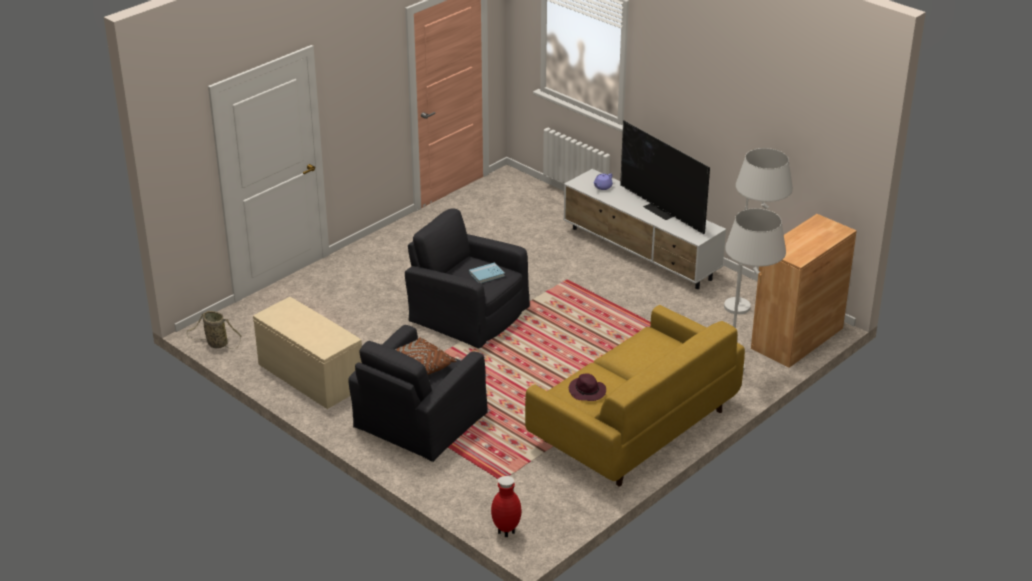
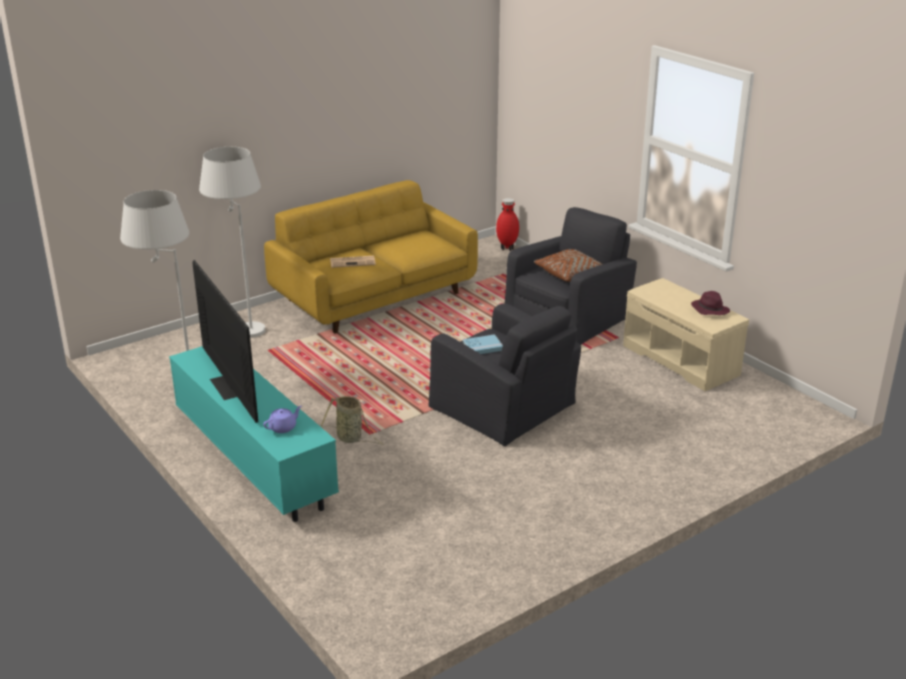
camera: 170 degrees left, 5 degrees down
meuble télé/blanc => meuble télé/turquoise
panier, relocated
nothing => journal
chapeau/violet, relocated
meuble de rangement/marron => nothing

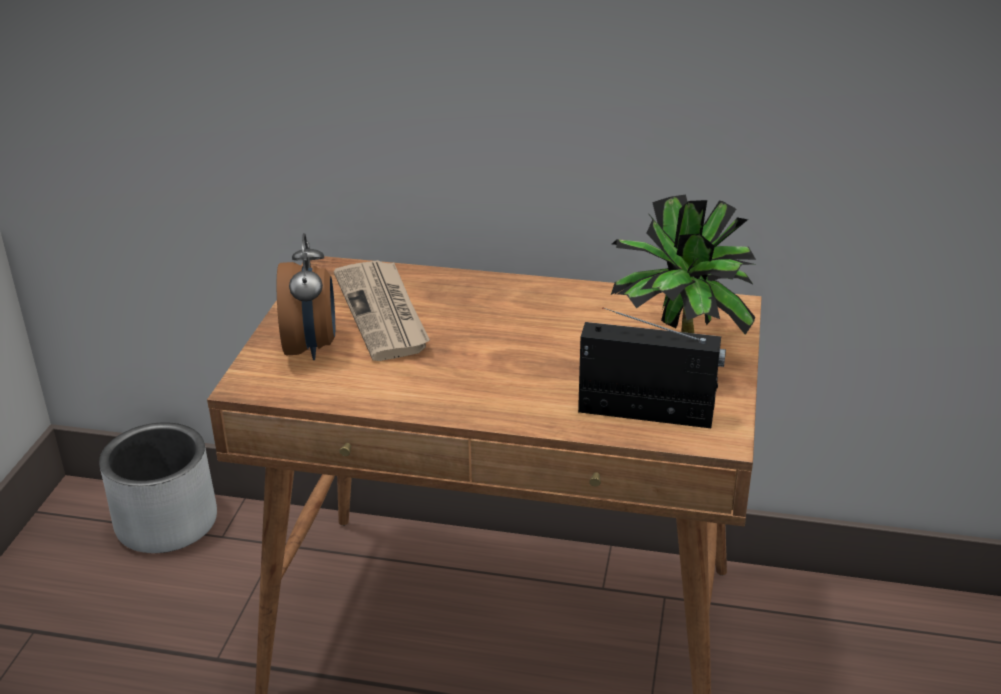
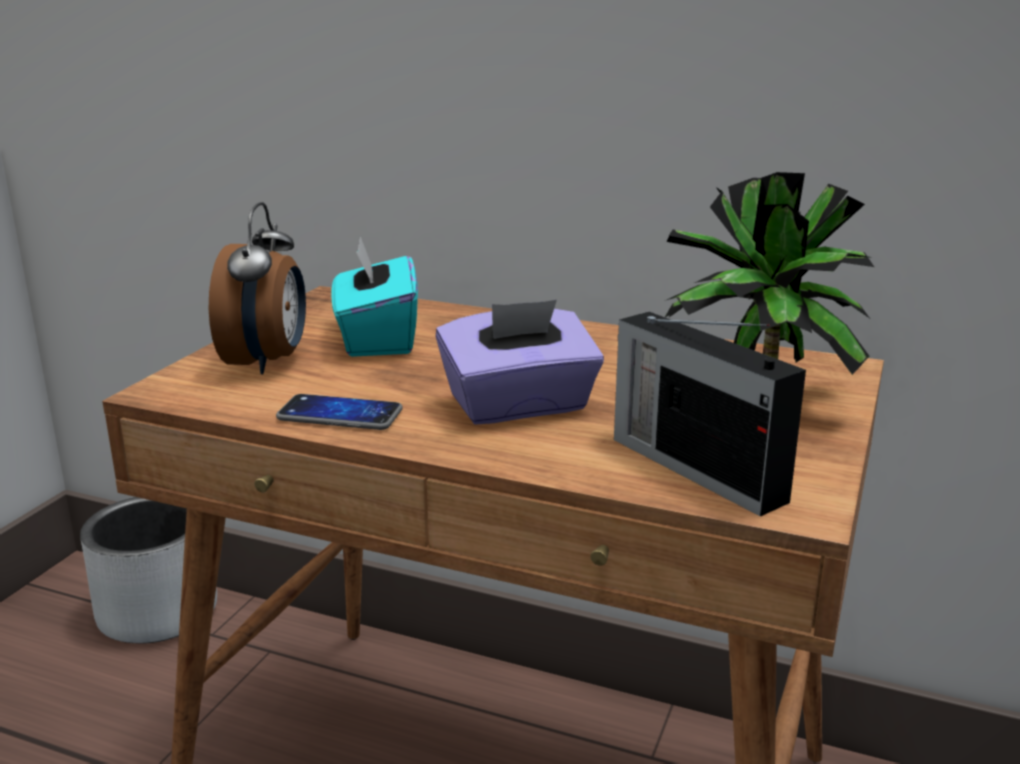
camera: 10 degrees right, 10 degrees down
nothing => téléphone
journal => boîte à mouchoirs/turquoise
nothing => boîte à mouchoirs/violet
radio, 150 degrees counterclockwise

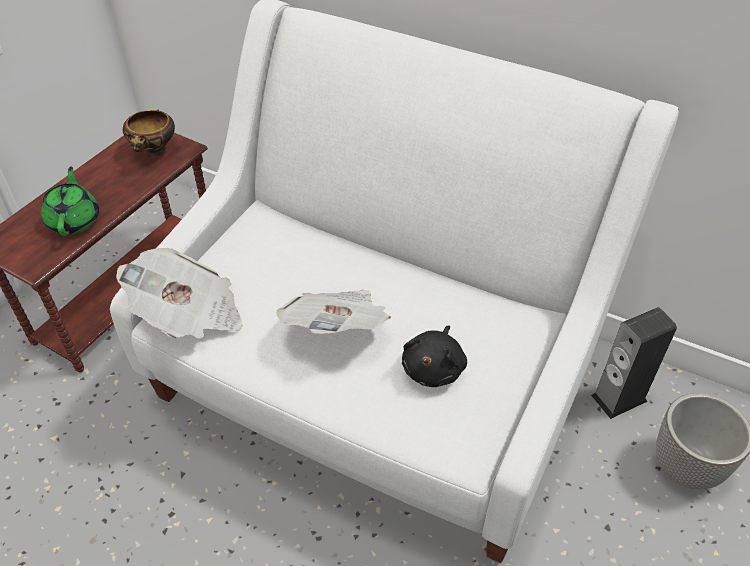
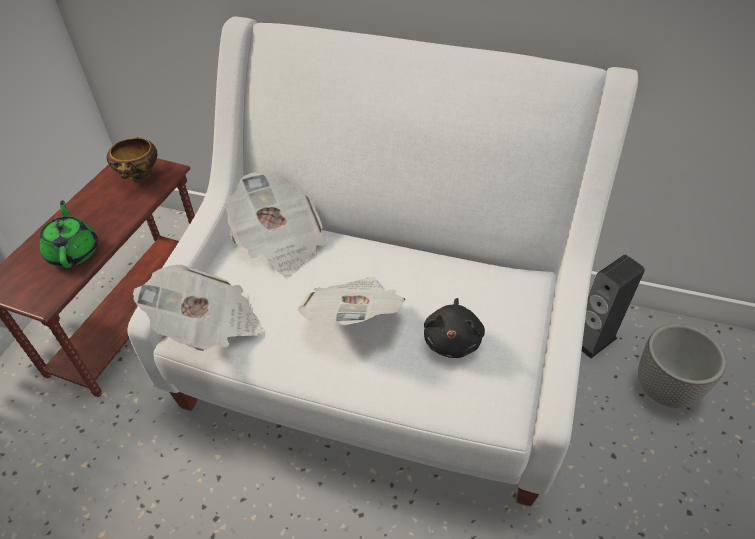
camera: 10 degrees left, 0 degrees up
nothing => journal (no. 2 from left)

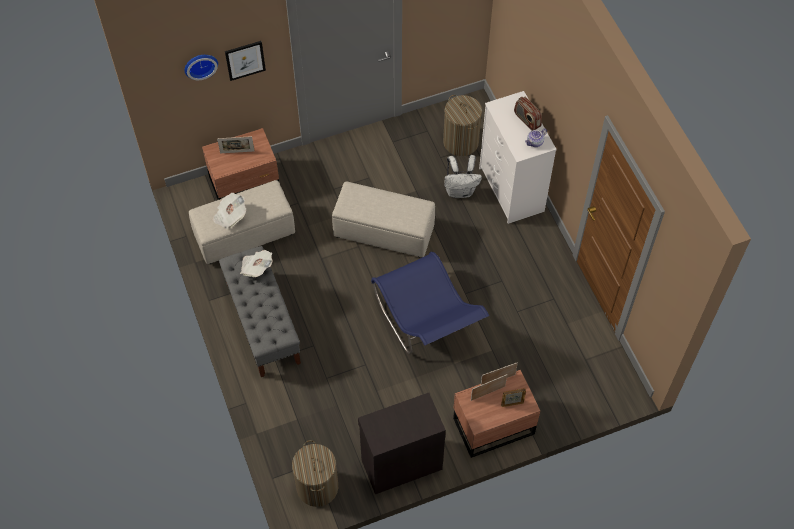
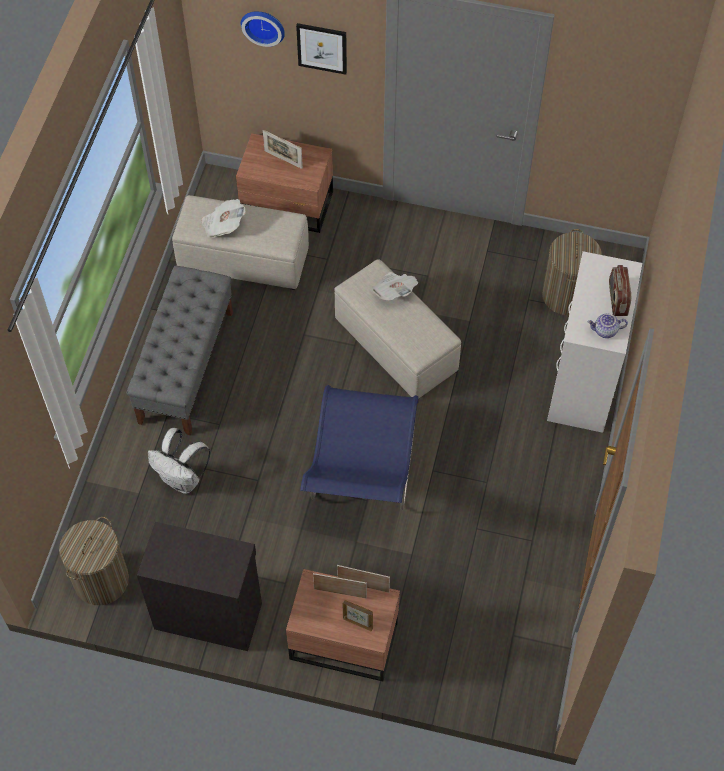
camera: 35 degrees right, 0 degrees up
sac à dos/blanc, relocated
journal (no. 2 from left), relocated

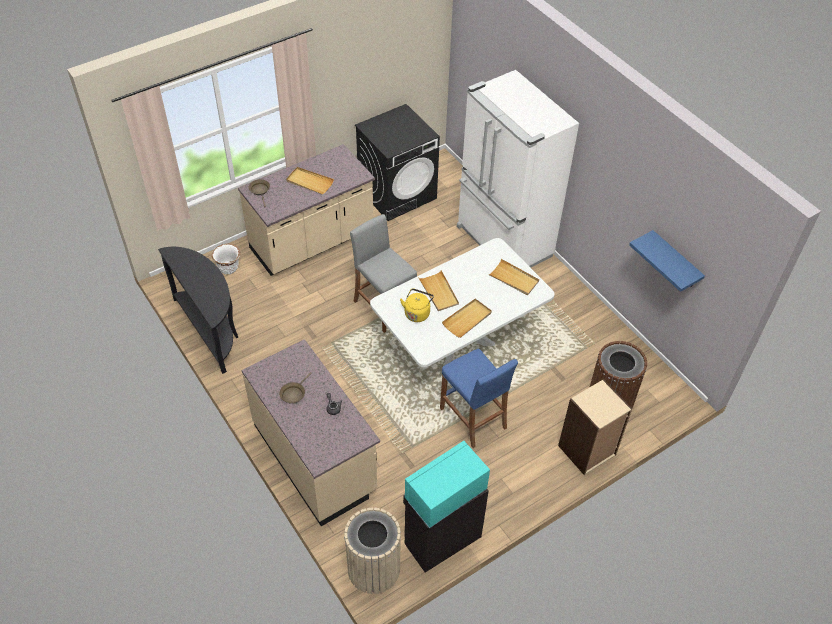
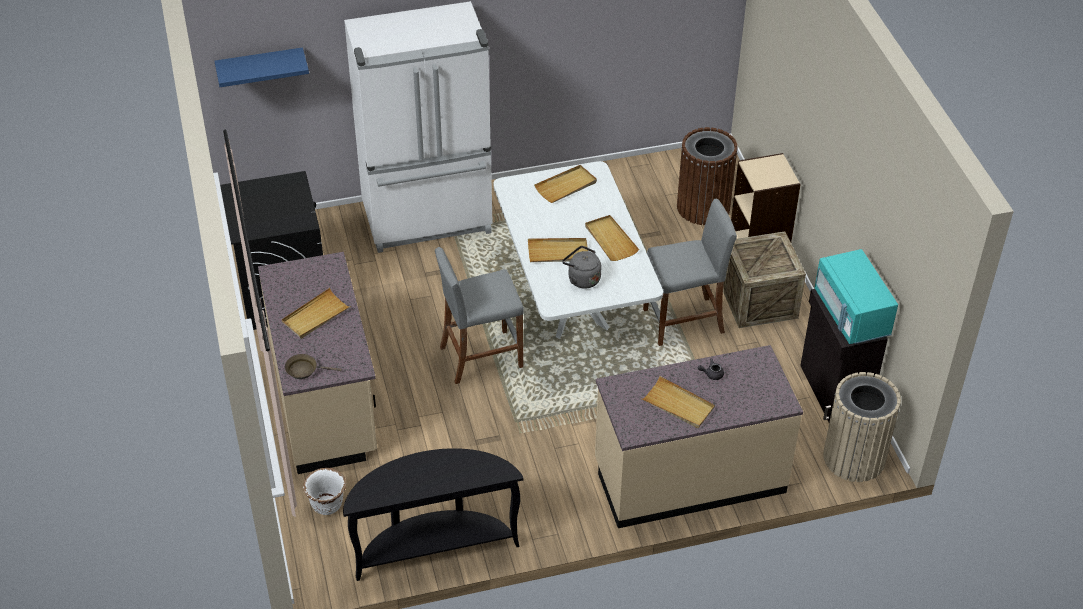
camera: 70 degrees left, 5 degrees down
étagère/bleu, relocated
bouilloire/jaune => bouilloire/gris
poêle/marron (no. 2 from left) => plateau/beige (no. 5 from left)
tabouret/bleu => tabouret/gris (no. 2 from left)
nothing => caisse

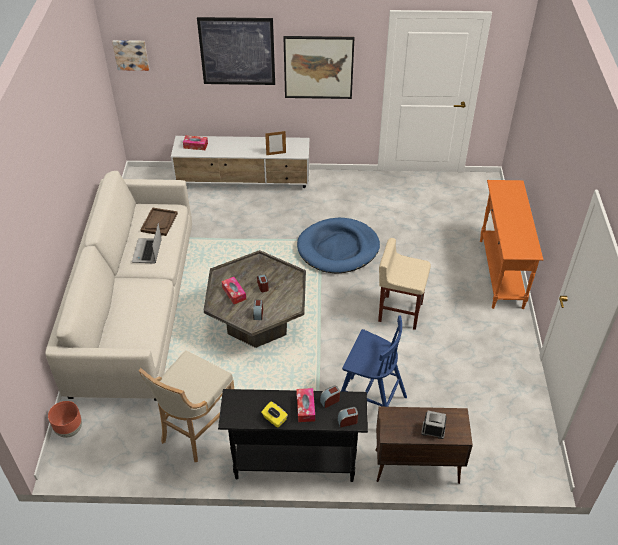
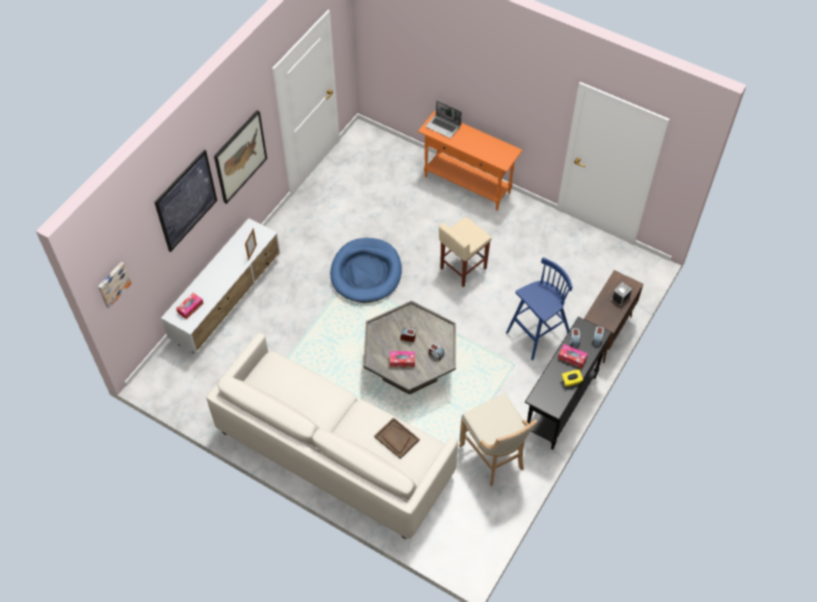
camera: 60 degrees left, 10 degrees up
plateau/marron, relocated
ordinateur portable, relocated
cache-pot/marron => nothing

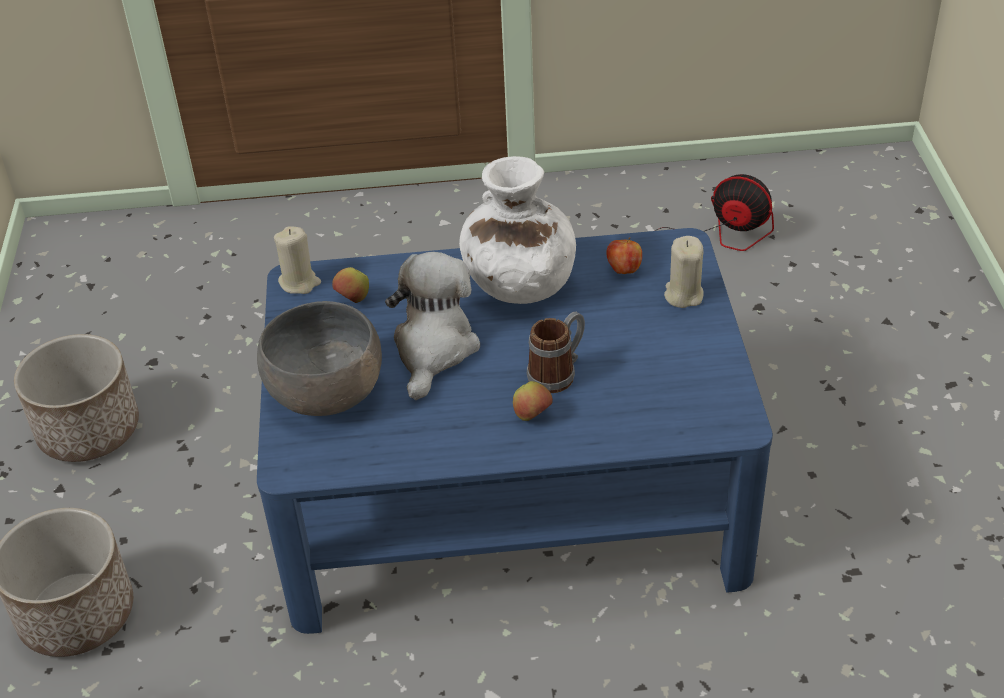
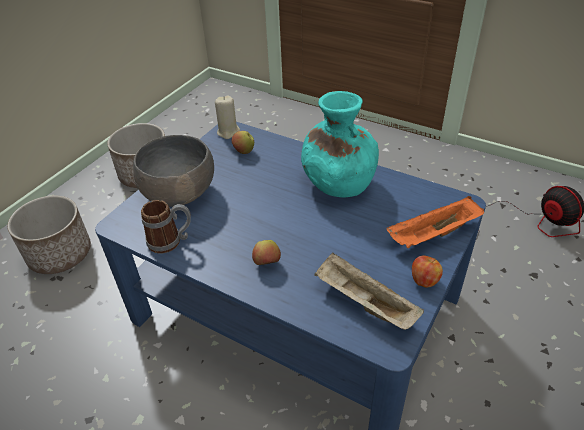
camera: 35 degrees right, 0 degrees up
mug, relocated
vase/blanc => vase/turquoise
nothing => plateau/beige
bougie/beige (no. 2 from left) => plateau/orange
pomme (no. 3 from left), relocated
peluche => nothing

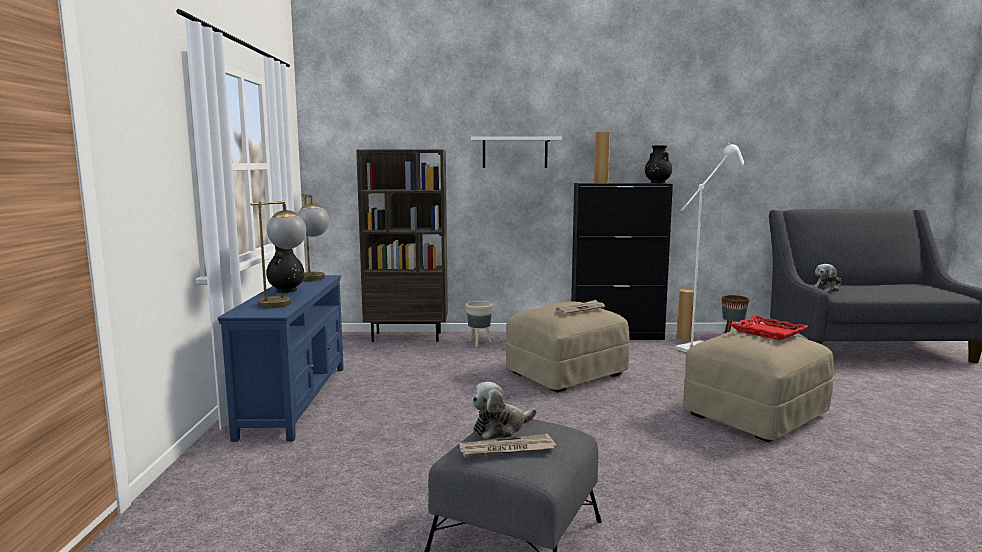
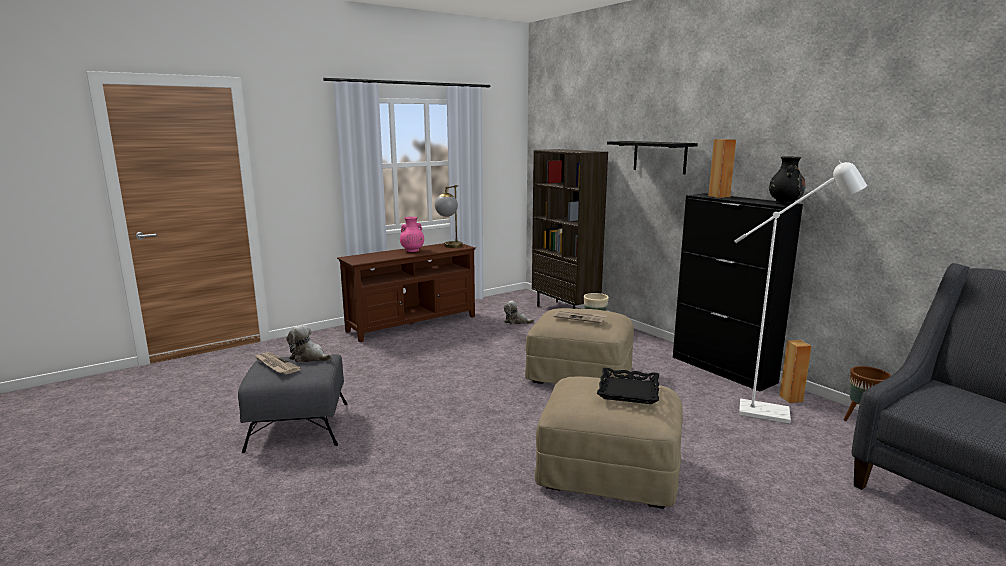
camera: 55 degrees right, 5 degrees up
meuble télé/bleu => meuble télé/marron
vase/noir (no. 1 from left) => vase/rose
peluche (no. 2 from left), relocated
plateau/rouge => plateau/noir
étagère/blanc => étagère/noir
lampe de table (no. 1 from left) => nothing

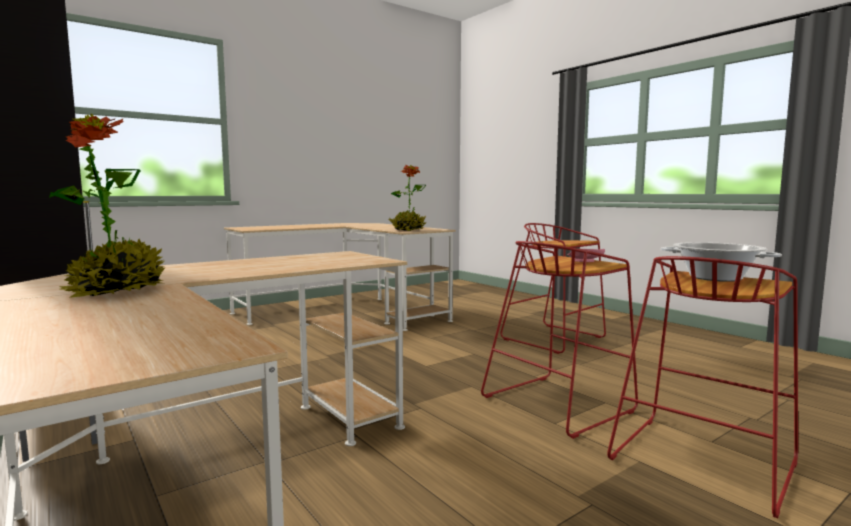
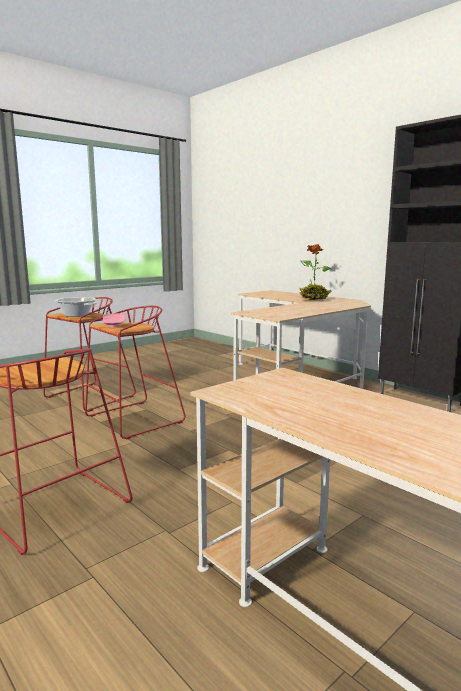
camera: 175 degrees right, 5 degrees up
plante en pot (no. 2 from left) => nothing

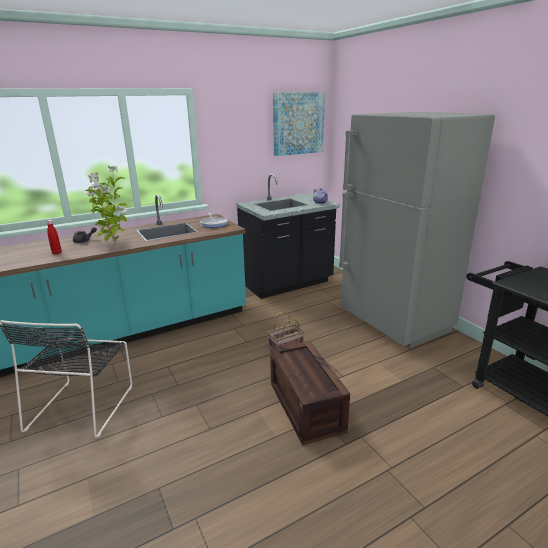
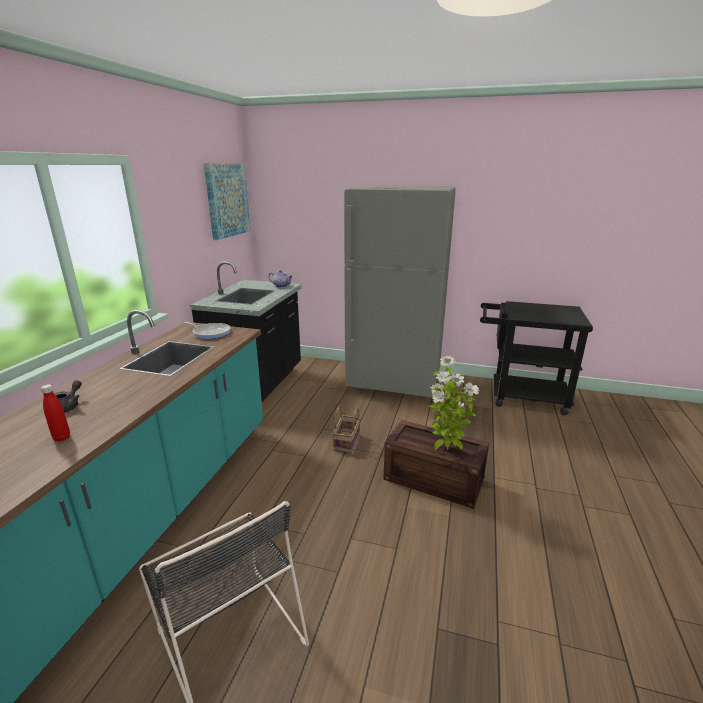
camera: 45 degrees left, 0 degrees up
plante en pot, relocated

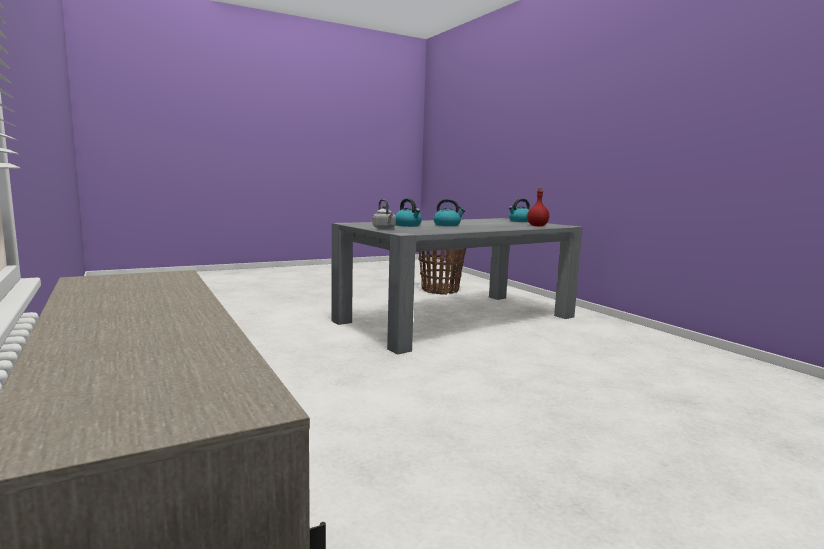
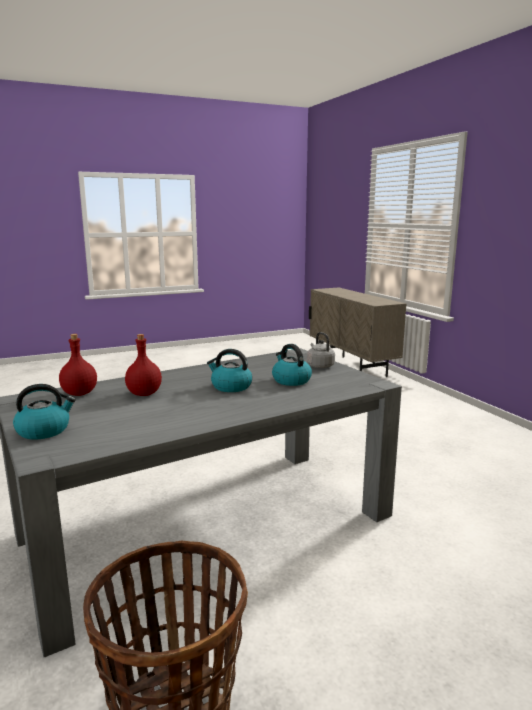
camera: 175 degrees left, 5 degrees up
nothing => bouteille/rouge (no. 2 from left)

